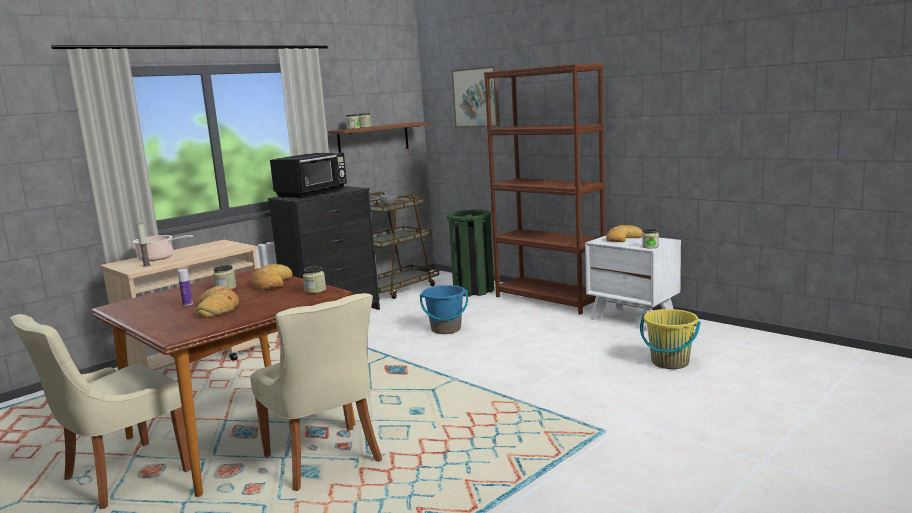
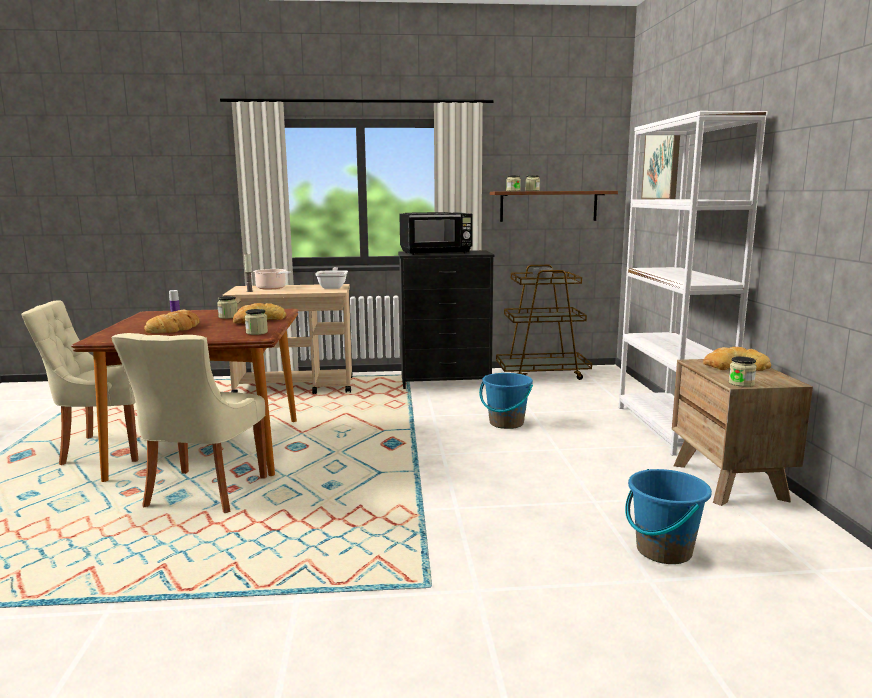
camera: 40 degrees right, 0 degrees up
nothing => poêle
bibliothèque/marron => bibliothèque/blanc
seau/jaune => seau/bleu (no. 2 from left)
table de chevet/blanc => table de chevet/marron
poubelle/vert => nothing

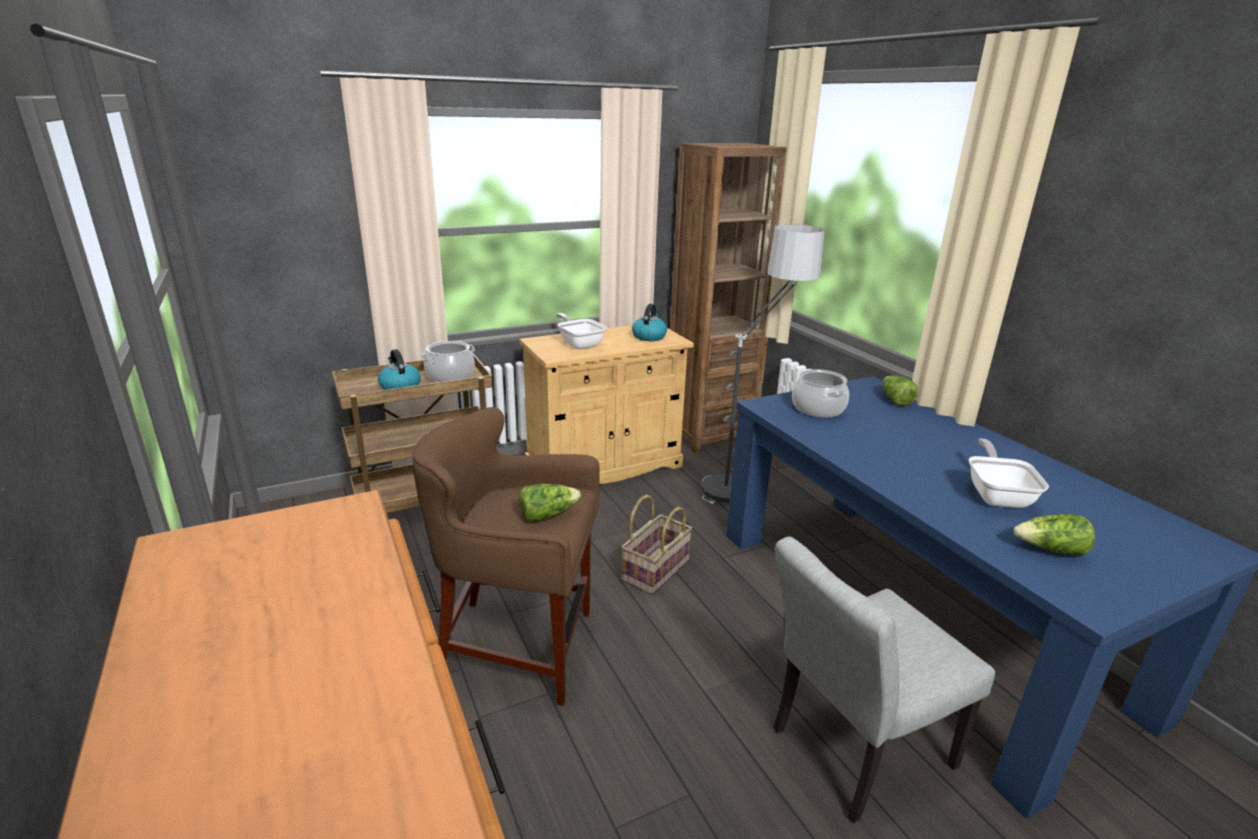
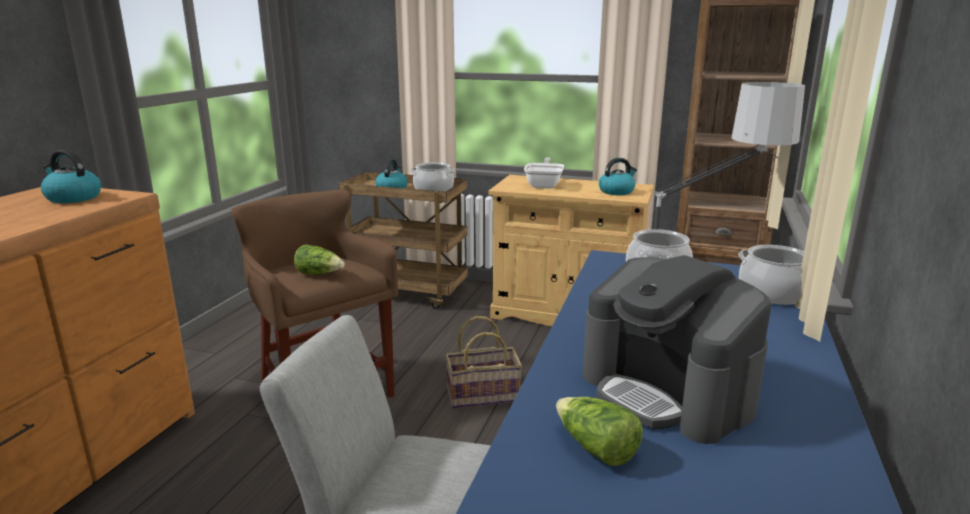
camera: 45 degrees right, 5 degrees down
nothing => bouilloire (no. 1 from left)
poêle (no. 2 from left) => machine à café
laitue (no. 2 from left) => marmite (no. 3 from left)

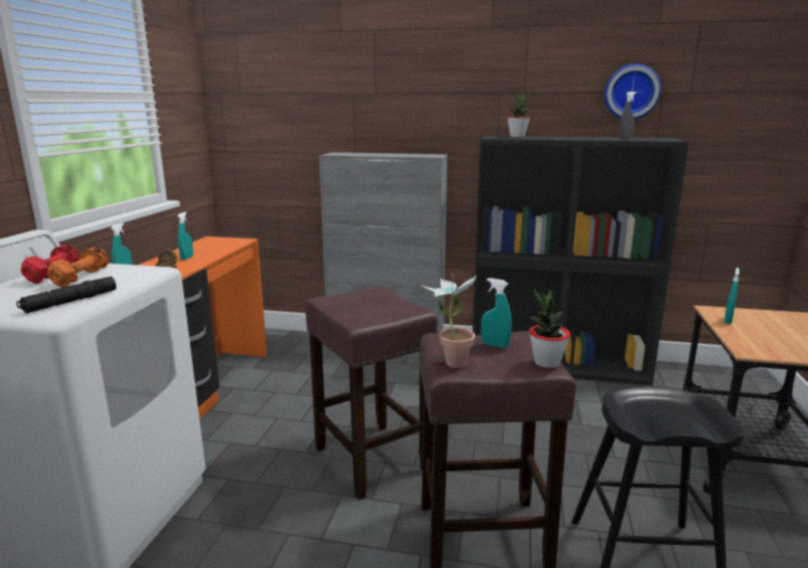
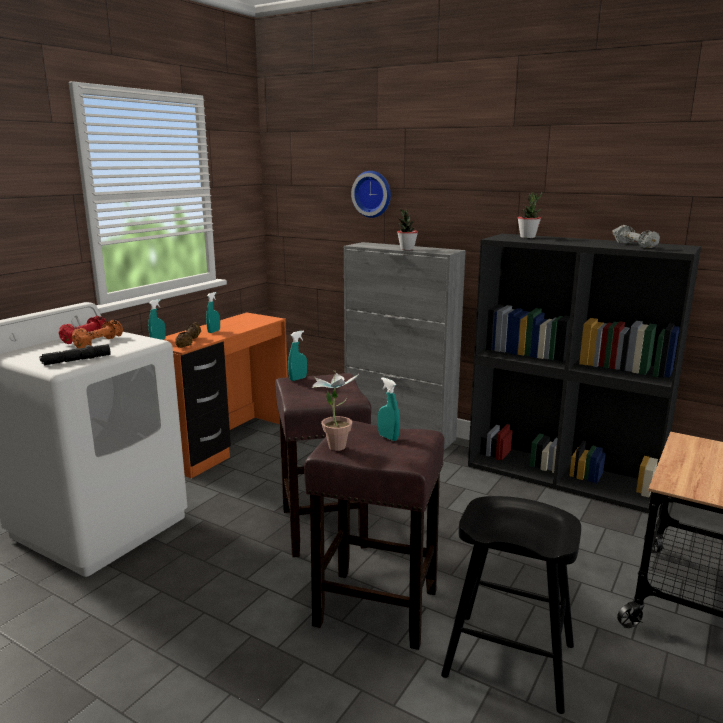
camera: 20 degrees right, 0 degrees up
vaporisateur/turquoise (no. 4 from left in the first image) => vaporisateur/turquoise (no. 3 from left), relocated
horloge murale, relocated
plante en pot (no. 3 from left in the first image) => plante en pot (no. 2 from left), relocated
vaporisateur/gris => haltère/gris

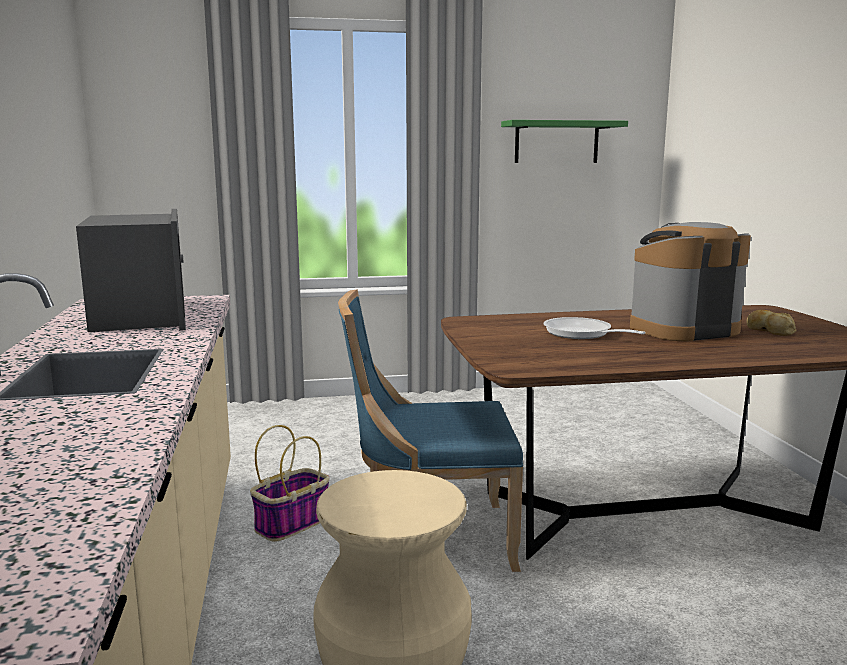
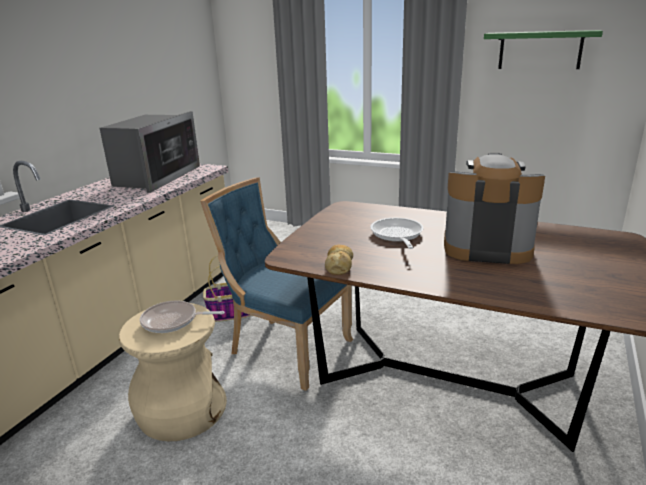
camera: 35 degrees right, 10 degrees up
nothing => poêle (no. 1 from left)
pain, relocated

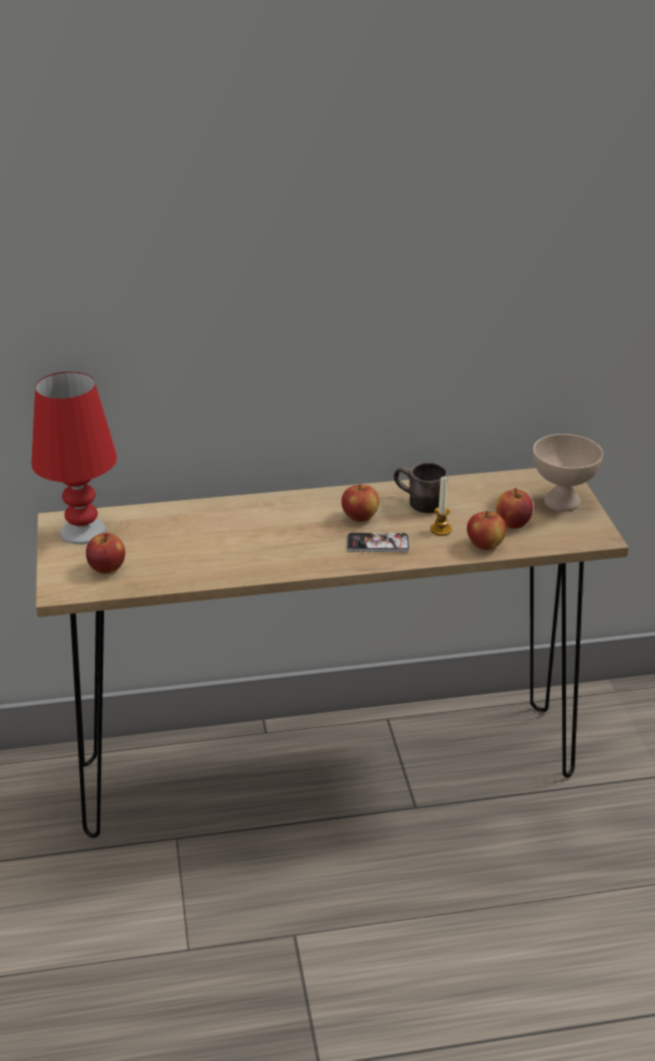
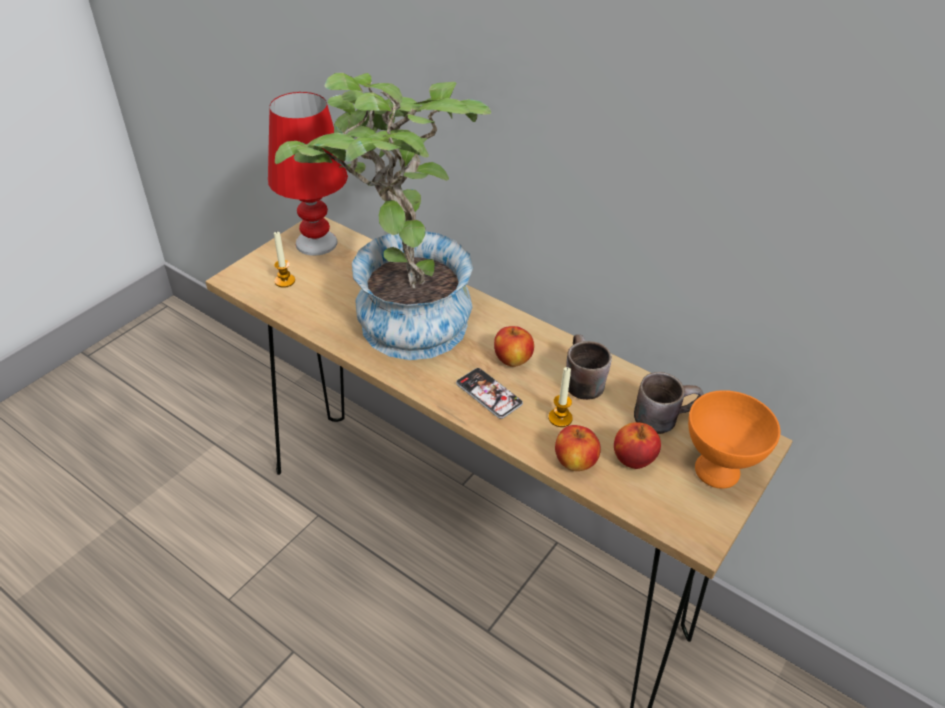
camera: 45 degrees right, 10 degrees up
pomme (no. 1 from left) => bougie (no. 1 from left)
nothing => plante en pot
nothing => mug/marron (no. 2 from left)
bol/beige => bol/orange

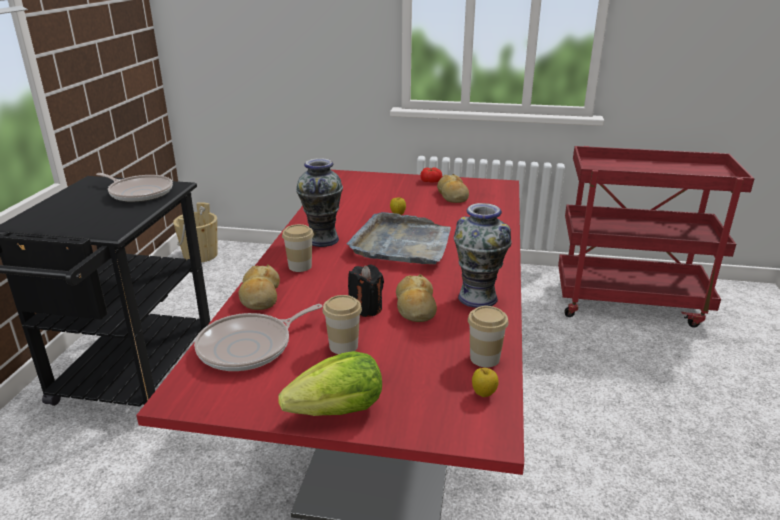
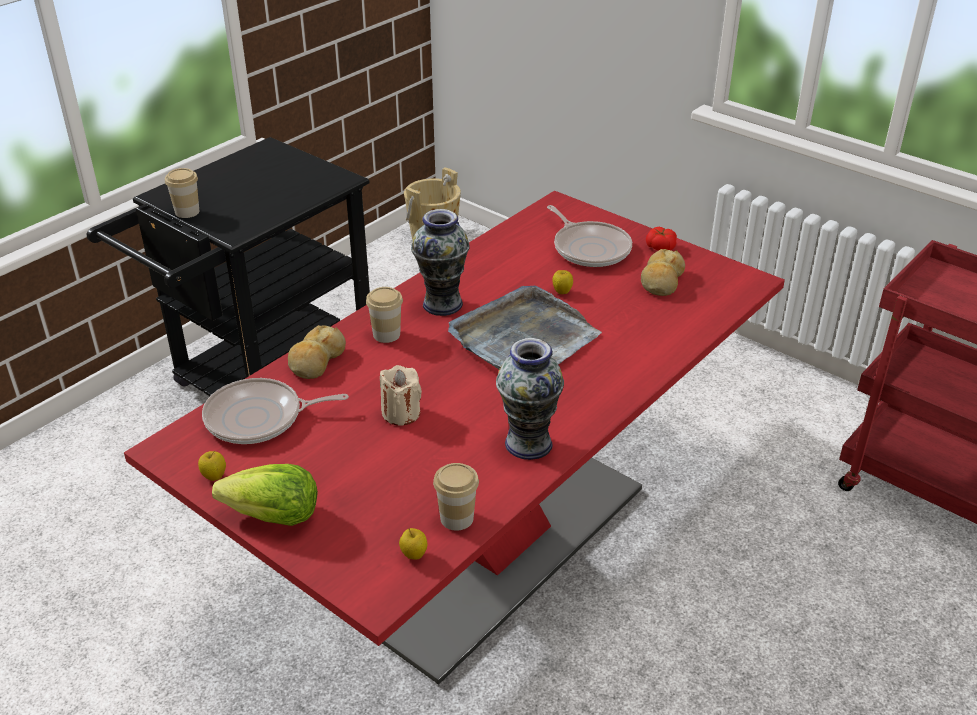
camera: 30 degrees right, 10 degrees up
tasse (no. 2 from left in the first image) => tasse (no. 1 from left), relocated
nothing => pomme (no. 1 from left)
bougie/noir => bougie/beige
poêle (no. 1 from left in the first image) => poêle (no. 2 from left), relocated
pain (no. 2 from left) => nothing

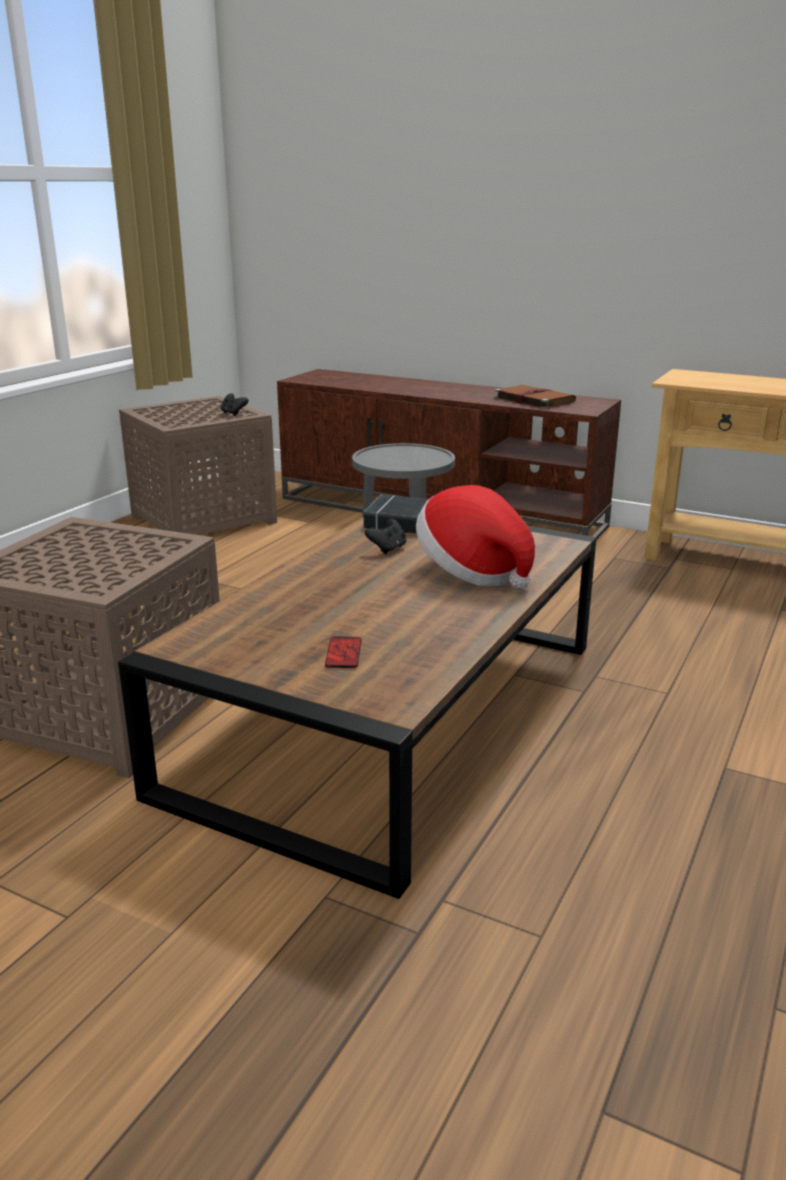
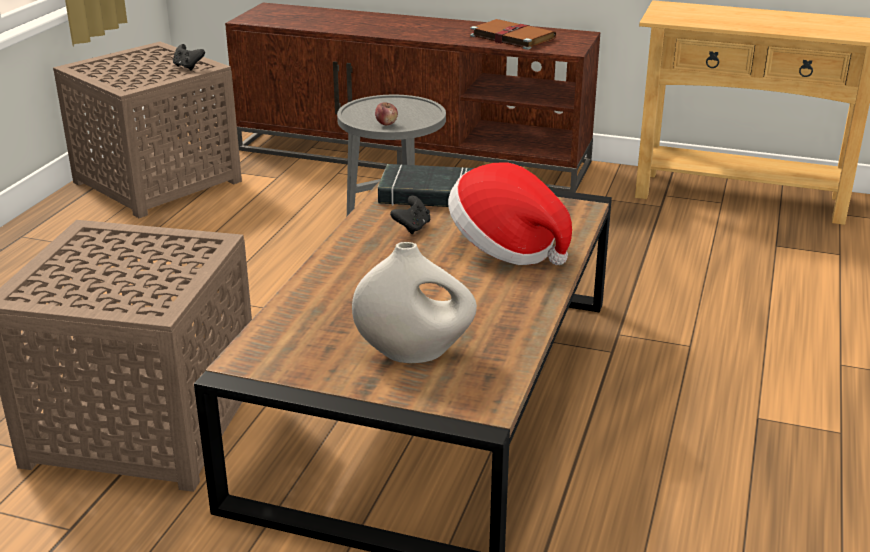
camera: 10 degrees left, 5 degrees up
téléphone => vase/blanc
nothing => pomme

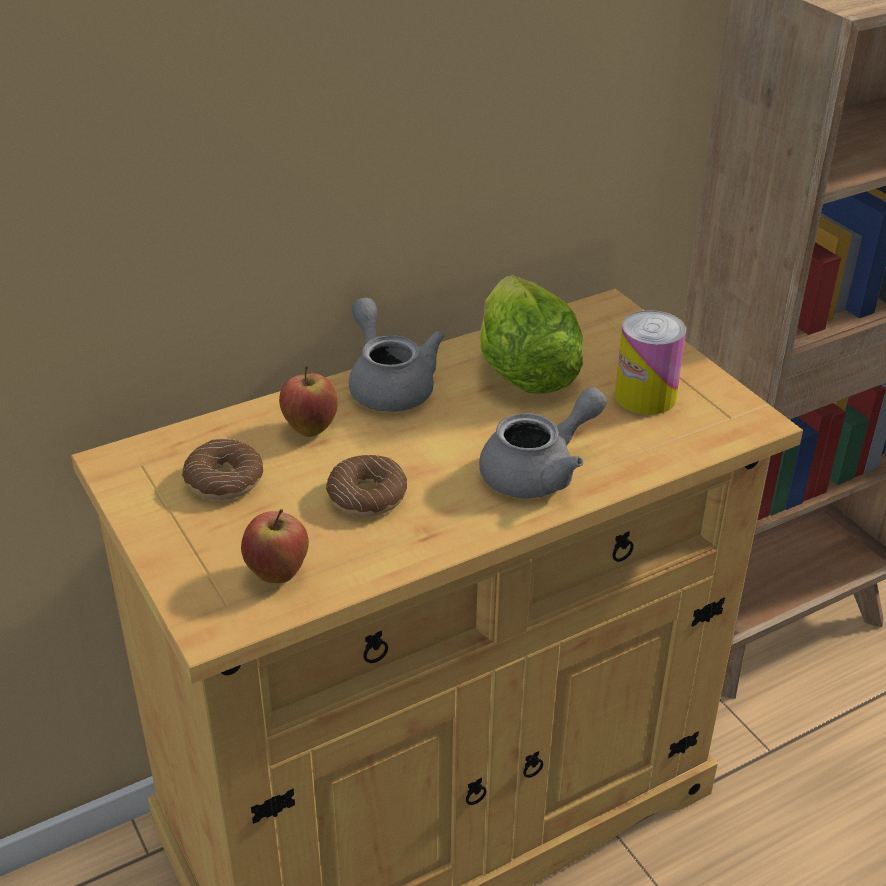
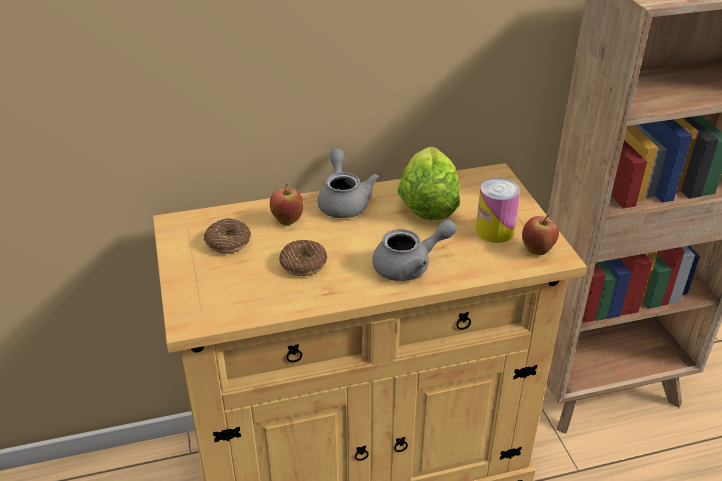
camera: 15 degrees right, 0 degrees up
pomme (no. 1 from left in the first image) => pomme (no. 2 from left), relocated

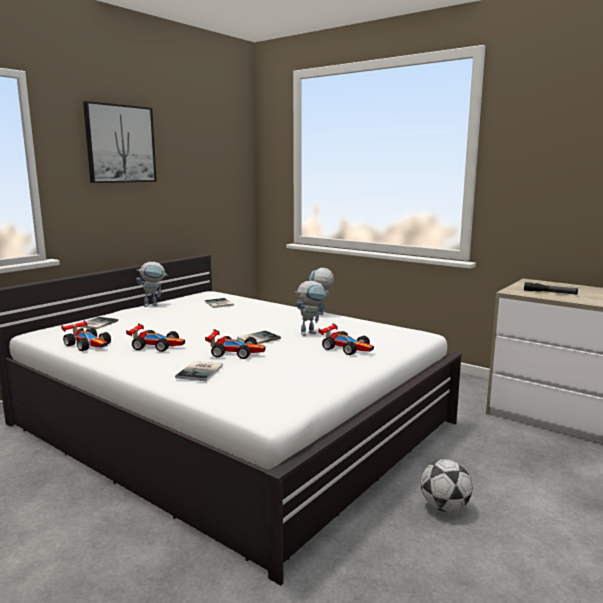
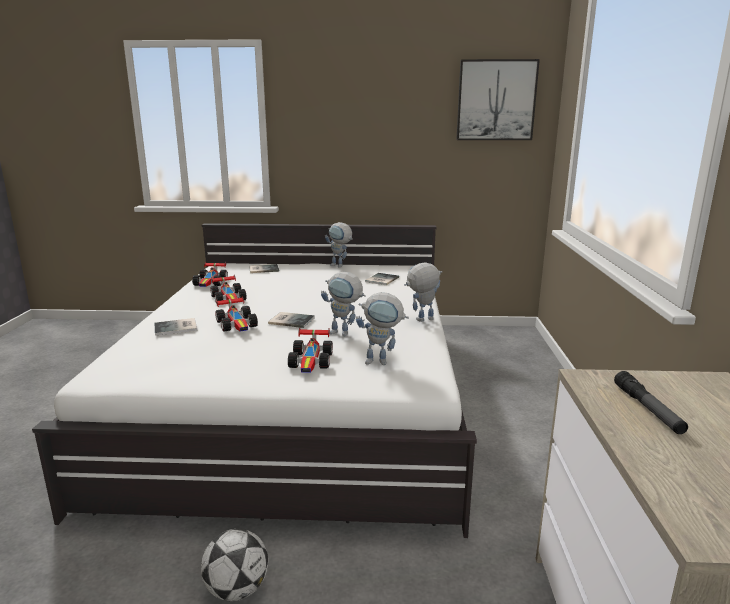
camera: 55 degrees right, 5 degrees up
nothing => robot jouet (no. 3 from left)
tableau, relocated

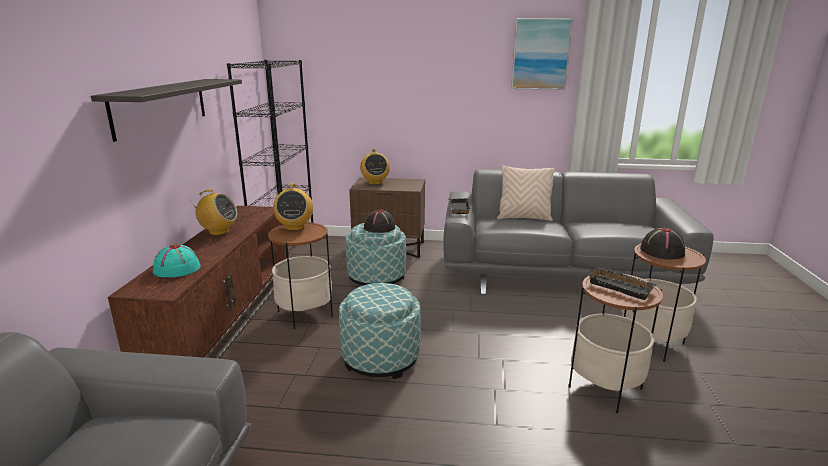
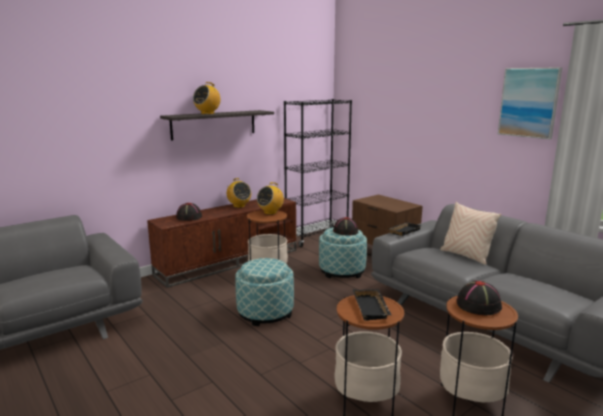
camera: 45 degrees right, 5 degrees down
chapeau/turquoise => chapeau/noir (no. 1 from left)
radio (no. 3 from left in the first image) => radio (no. 1 from left), relocated

